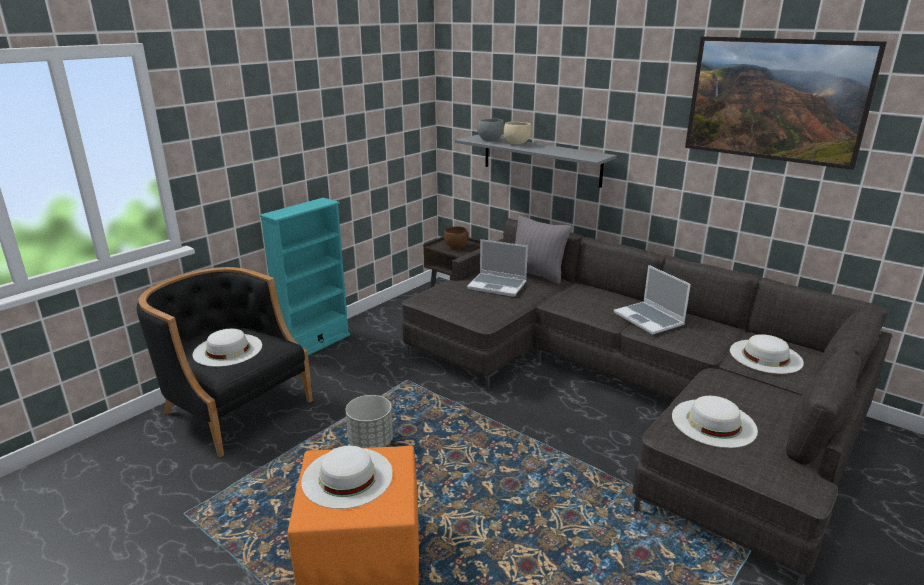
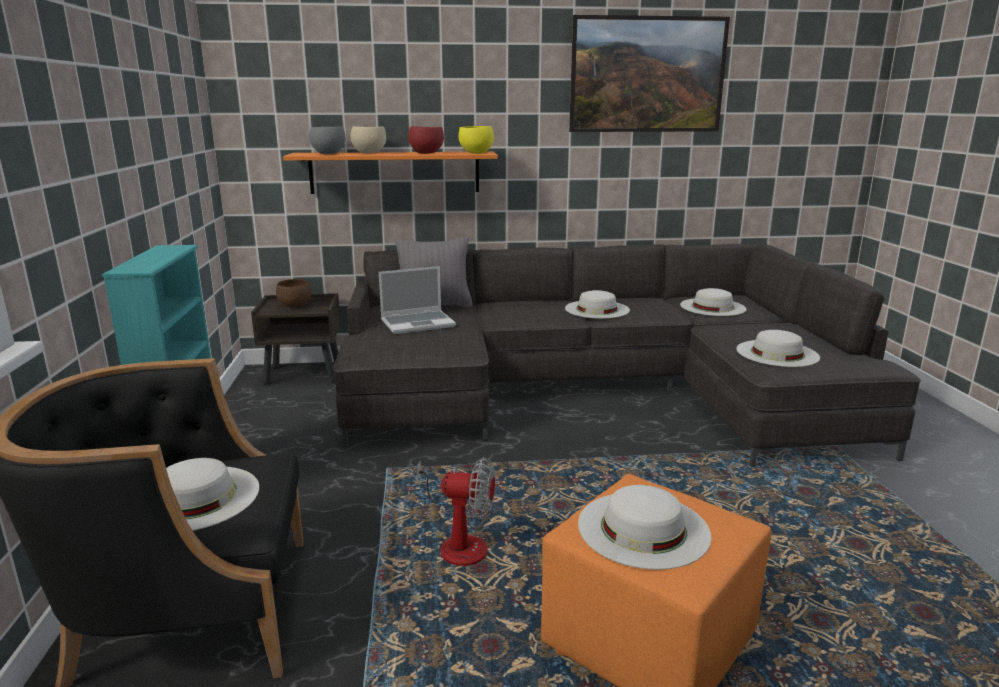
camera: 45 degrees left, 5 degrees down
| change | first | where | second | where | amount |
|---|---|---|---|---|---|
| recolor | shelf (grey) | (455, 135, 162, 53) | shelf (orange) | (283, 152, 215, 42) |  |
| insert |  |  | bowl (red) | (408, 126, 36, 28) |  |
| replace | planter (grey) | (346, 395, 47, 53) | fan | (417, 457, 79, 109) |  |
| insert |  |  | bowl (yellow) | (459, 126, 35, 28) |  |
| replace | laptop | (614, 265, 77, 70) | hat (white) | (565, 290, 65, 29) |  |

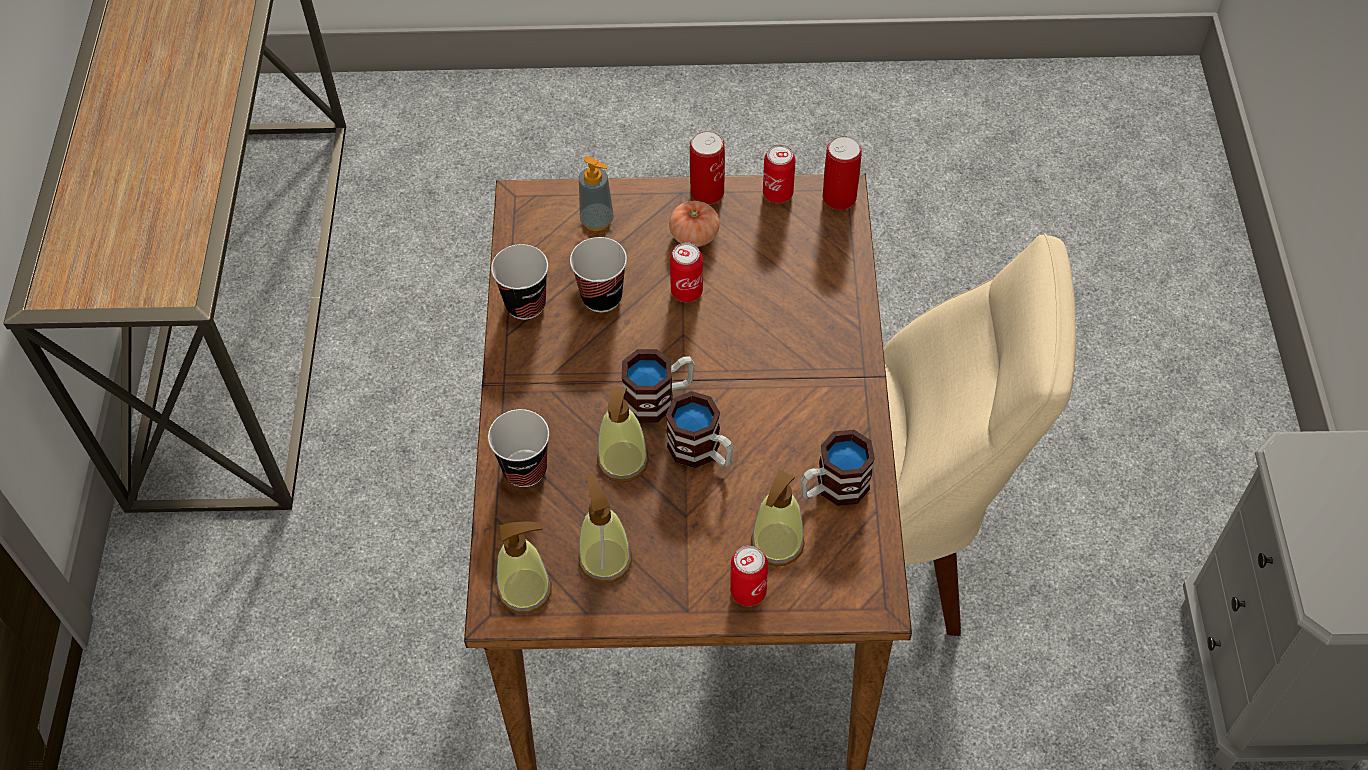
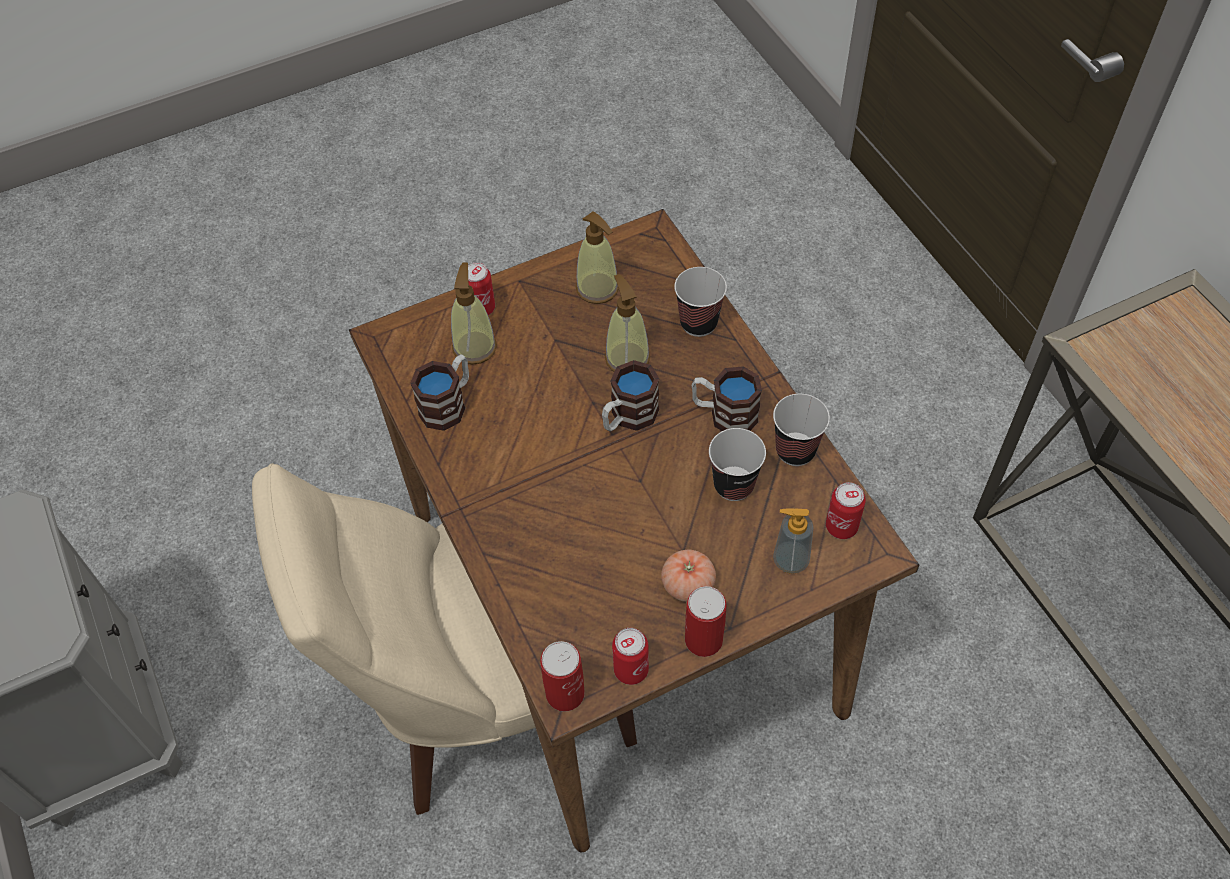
camera: 155 degrees right, 0 degrees up
| change | first | where | second | where | amount |
|---|---|---|---|---|---|
| move | mug | (666, 391, 67, 77) |  | (692, 366, 70, 65) |  |
| move | can | (670, 242, 33, 60) |  | (826, 482, 40, 57) |  |
| delete | soap dispenser | (497, 521, 55, 93) |  |  |  |

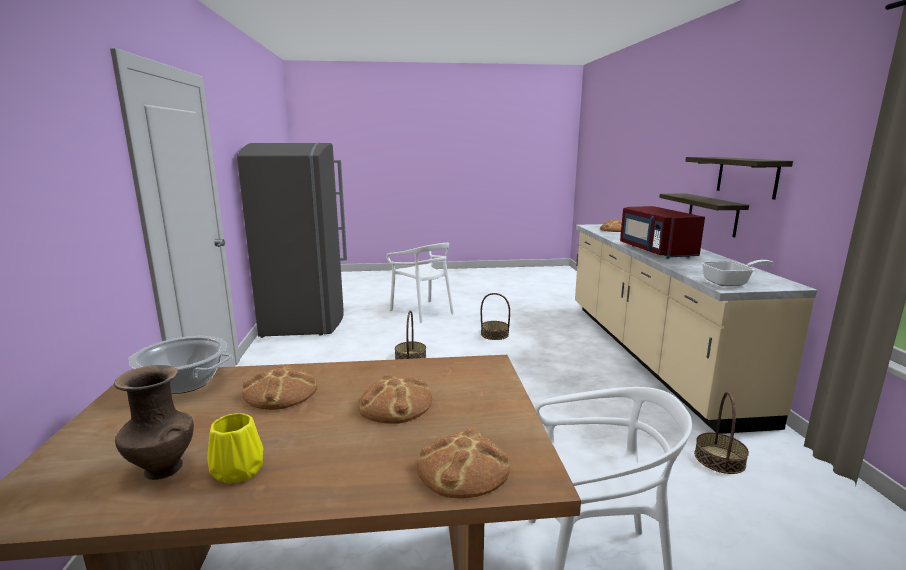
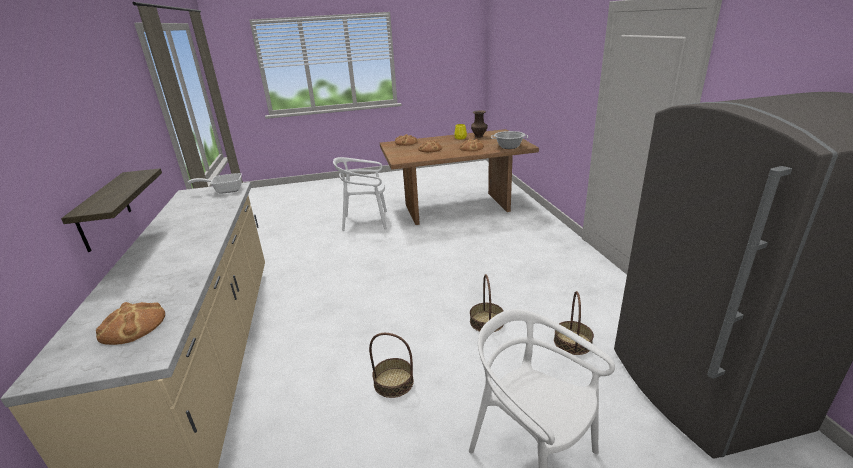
camera: 175 degrees right, 10 degrees up
| change | first | where | second | where | amount |
|---|---|---|---|---|---|
| move | basket | (694, 392, 55, 82) |  | (554, 291, 40, 64) |  |
| delete | microwave (red) | (620, 206, 85, 53) |  |  |  |
| delete | shelf | (685, 157, 108, 42) |  |  |  |

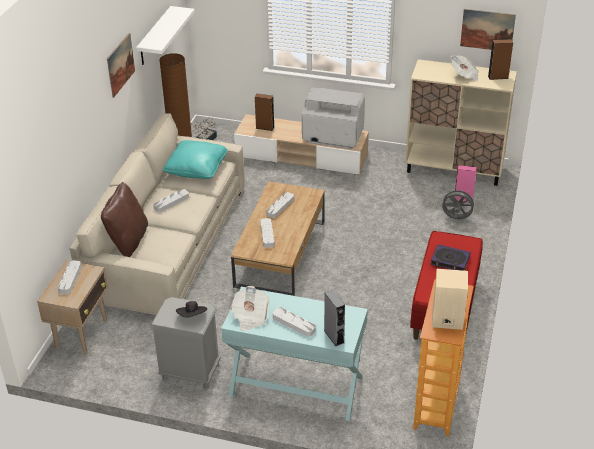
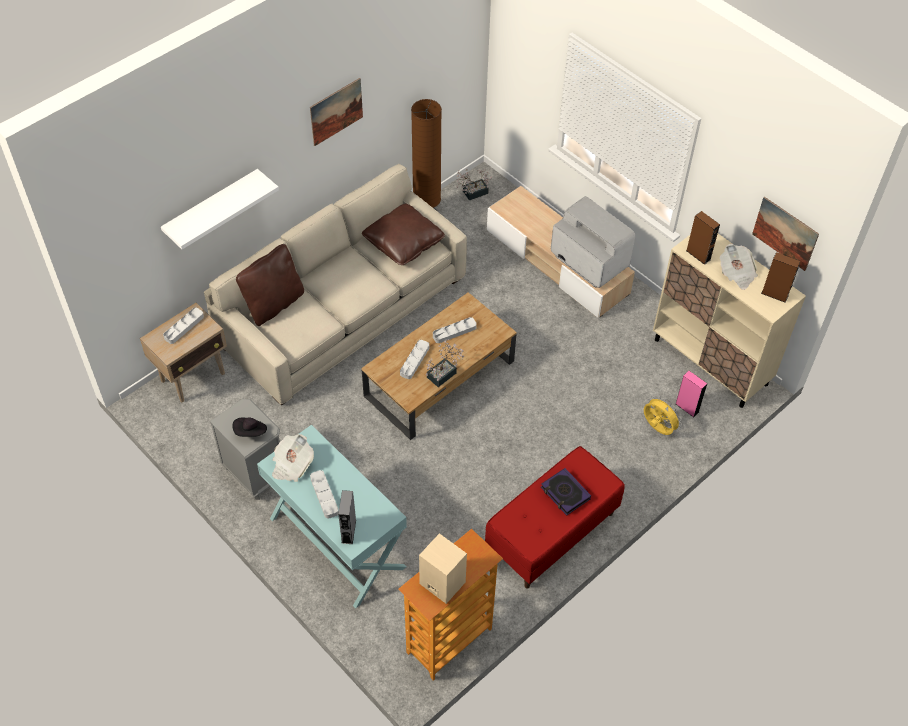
camera: 30 degrees right, 15 degrees up
| change | first | where | second | where | amount |
|---|---|---|---|---|---|
| move | shelf (white) | (136, 6, 59, 59) |  | (161, 169, 118, 80) |  |
| recolor | pillow (turquoise) | (163, 140, 65, 39) | pillow (brown) | (362, 204, 83, 61) |  |
| insert |  |  | potted plant | (426, 339, 38, 48) |  |
| recolor | fan (grey) | (441, 188, 35, 31) | fan (yellow) | (644, 396, 38, 39) |  |
| move | speaker (brown) | (255, 94, 20, 37) |  | (686, 211, 34, 54) |  |
| delete | tray (grey) | (153, 189, 36, 23) |  |  |  |

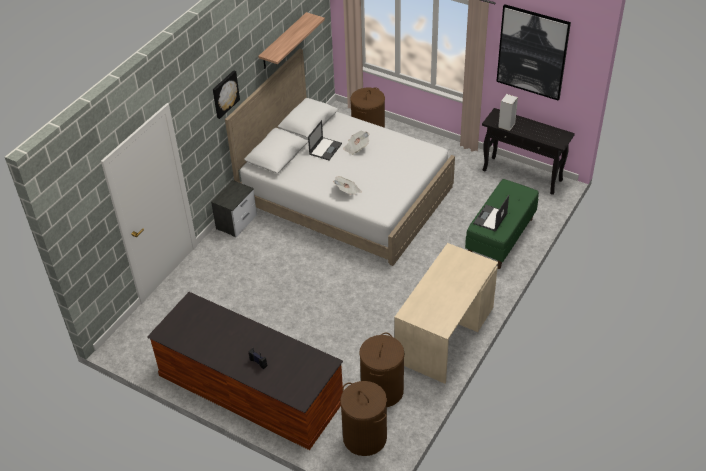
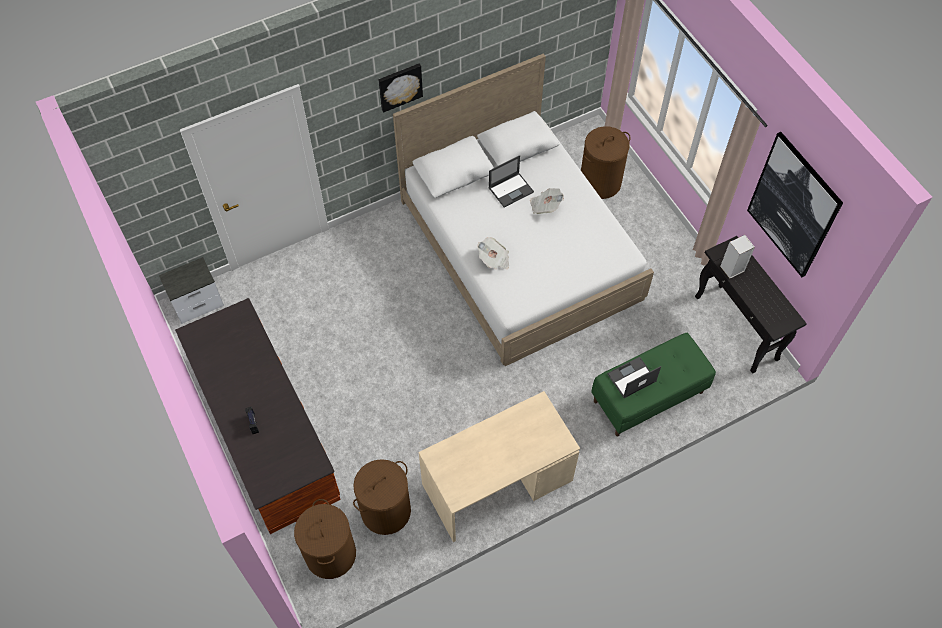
camera: 30 degrees right, 15 degrees up
| change | first | where | second | where | amount |
|---|---|---|---|---|---|
| move | nightstand | (211, 180, 46, 57) |  | (159, 257, 65, 67) |  |
| delete | shelf | (258, 12, 67, 57) |  |  |  |

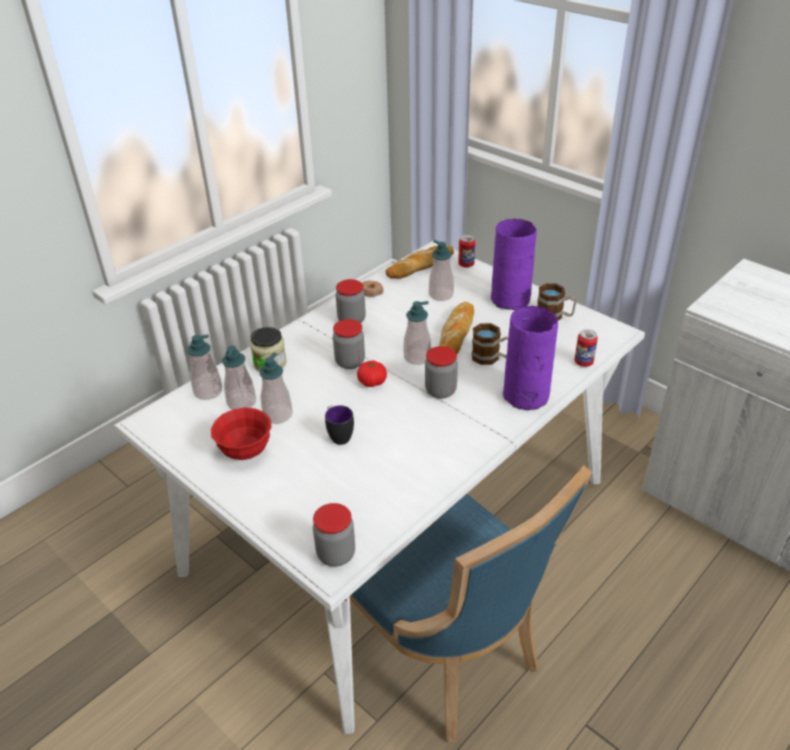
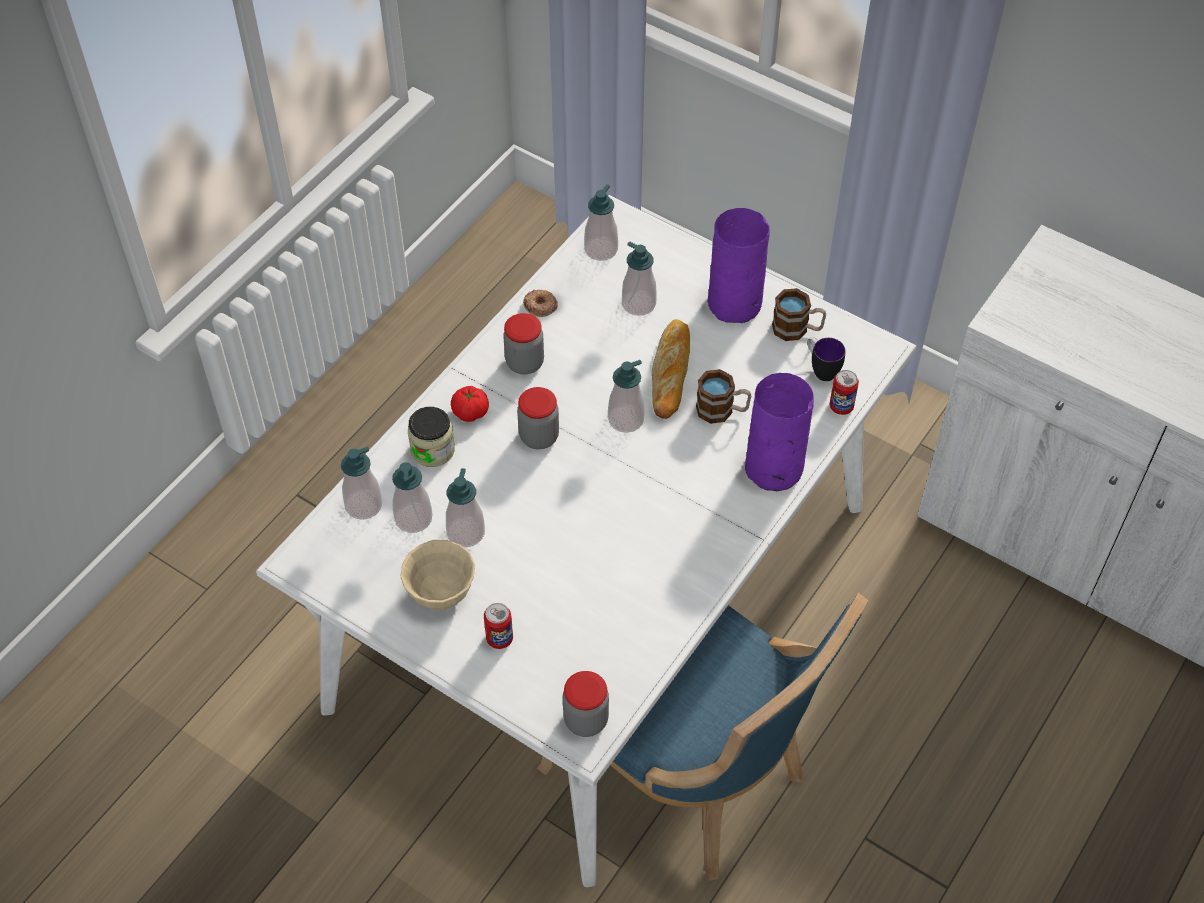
camera: 10 degrees left, 15 degrees up
| change | first | where | second | where | amount |
|---|---|---|---|---|---|
| recolor | bowl (red) | (211, 407, 61, 53) | bowl (beige) | (400, 540, 75, 70) |  |
| move | tomato | (357, 361, 30, 26) |  | (451, 386, 38, 36) |  |
| move | can | (458, 235, 17, 33) |  | (484, 603, 29, 46) |  |
| replace | bread | (386, 245, 68, 34) | soap dispenser | (584, 184, 34, 77) |  |
| move | mug | (325, 405, 29, 40) |  | (807, 337, 39, 44) |  |
| delete | jar | (425, 346, 33, 53) |  |  |  |

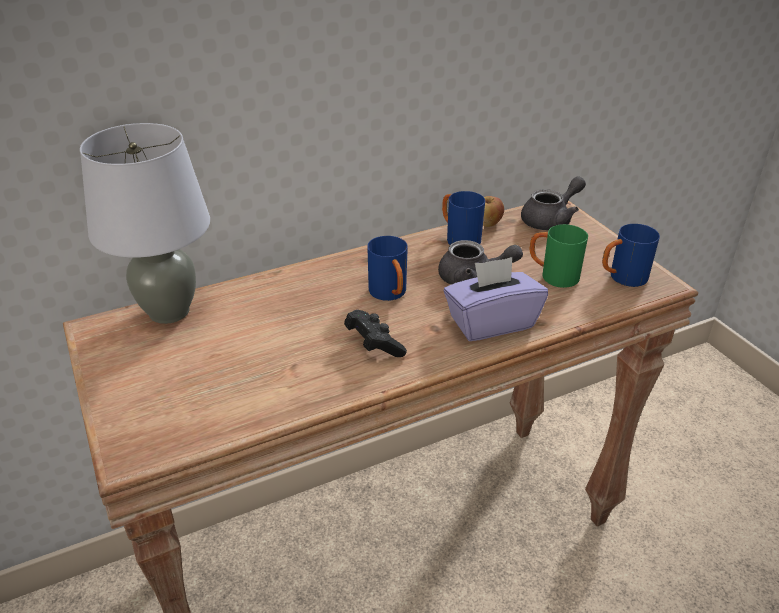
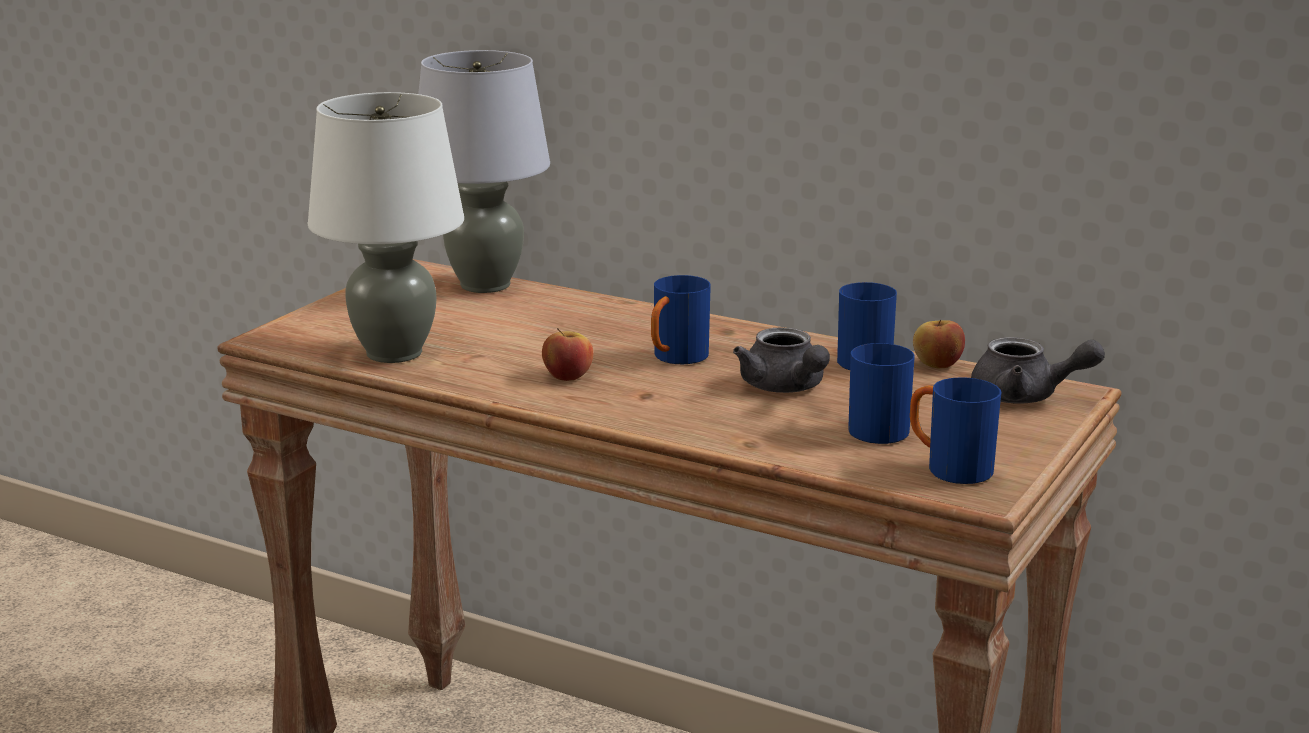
camera: 55 degrees right, 15 degrees down
| change | first | where | second | where | amount |
|---|---|---|---|---|---|
| insert |  |  | table lamp (white) | (308, 92, 156, 271) |  |
| replace | game controller (black) | (344, 310, 63, 47) | apple | (542, 328, 52, 53) |  |
| recolor | mug (green) | (529, 224, 59, 64) | mug (blue) | (848, 343, 67, 101) |  |
| delete | tissue box (purple) | (444, 257, 104, 84) |  |  |  |

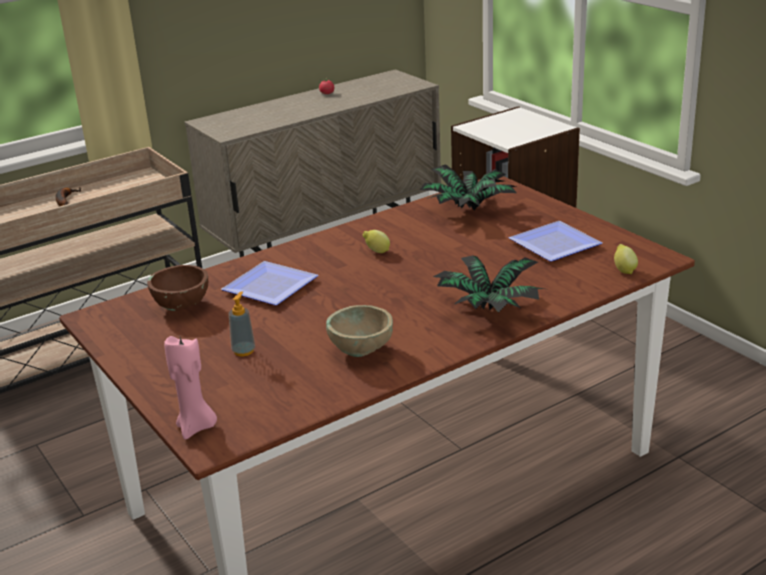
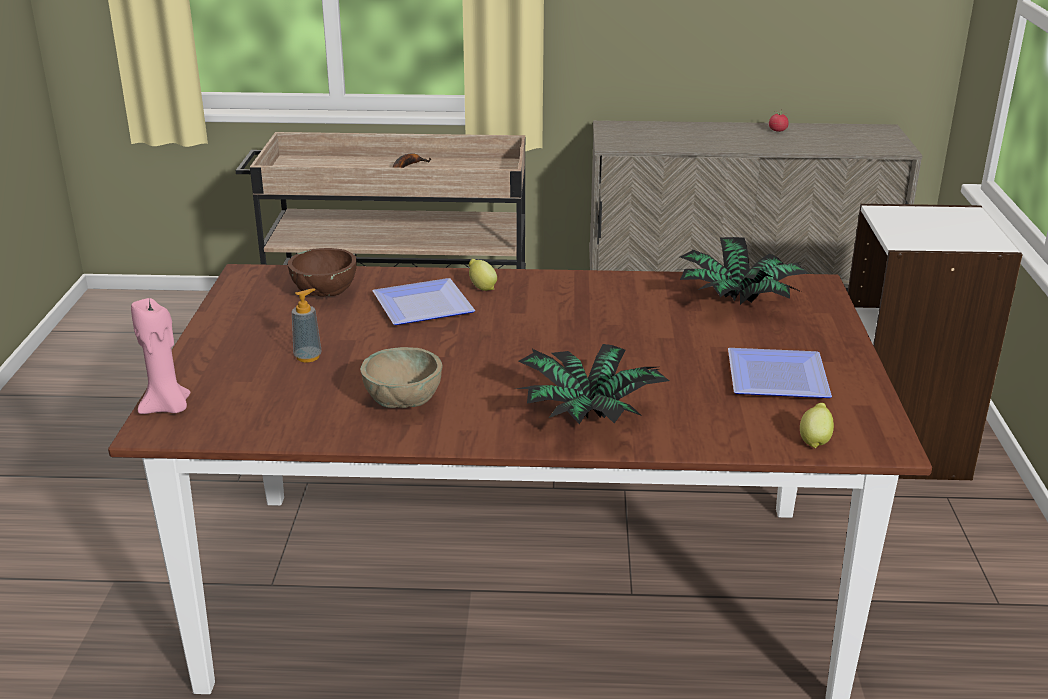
camera: 35 degrees right, 0 degrees up
| change | first | where | second | where | amount |
|---|---|---|---|---|---|
| move | lemon | (363, 230, 27, 23) |  | (469, 259, 28, 32) |  |

